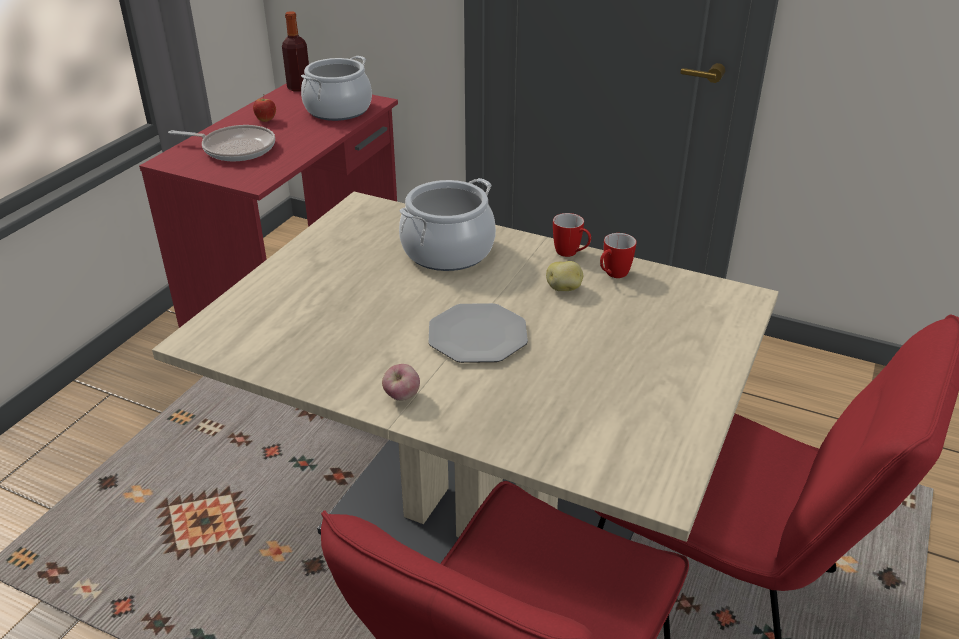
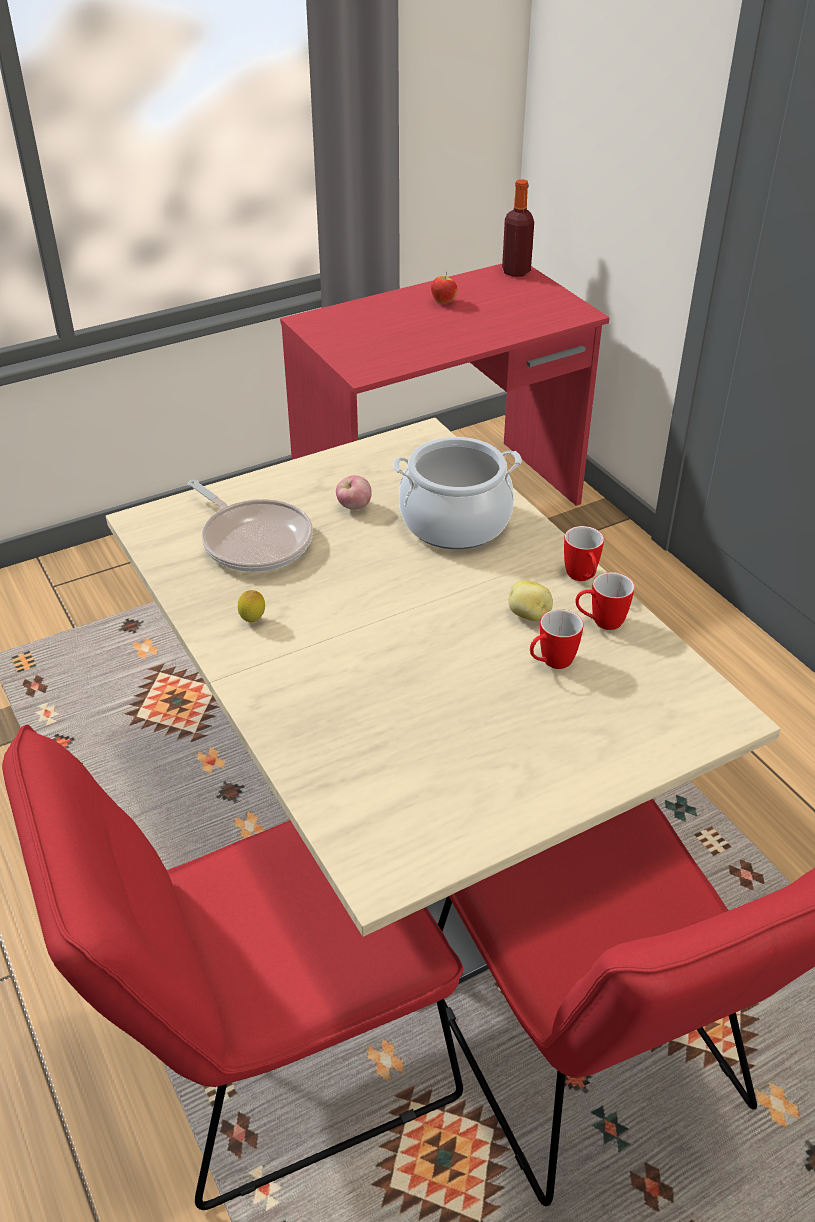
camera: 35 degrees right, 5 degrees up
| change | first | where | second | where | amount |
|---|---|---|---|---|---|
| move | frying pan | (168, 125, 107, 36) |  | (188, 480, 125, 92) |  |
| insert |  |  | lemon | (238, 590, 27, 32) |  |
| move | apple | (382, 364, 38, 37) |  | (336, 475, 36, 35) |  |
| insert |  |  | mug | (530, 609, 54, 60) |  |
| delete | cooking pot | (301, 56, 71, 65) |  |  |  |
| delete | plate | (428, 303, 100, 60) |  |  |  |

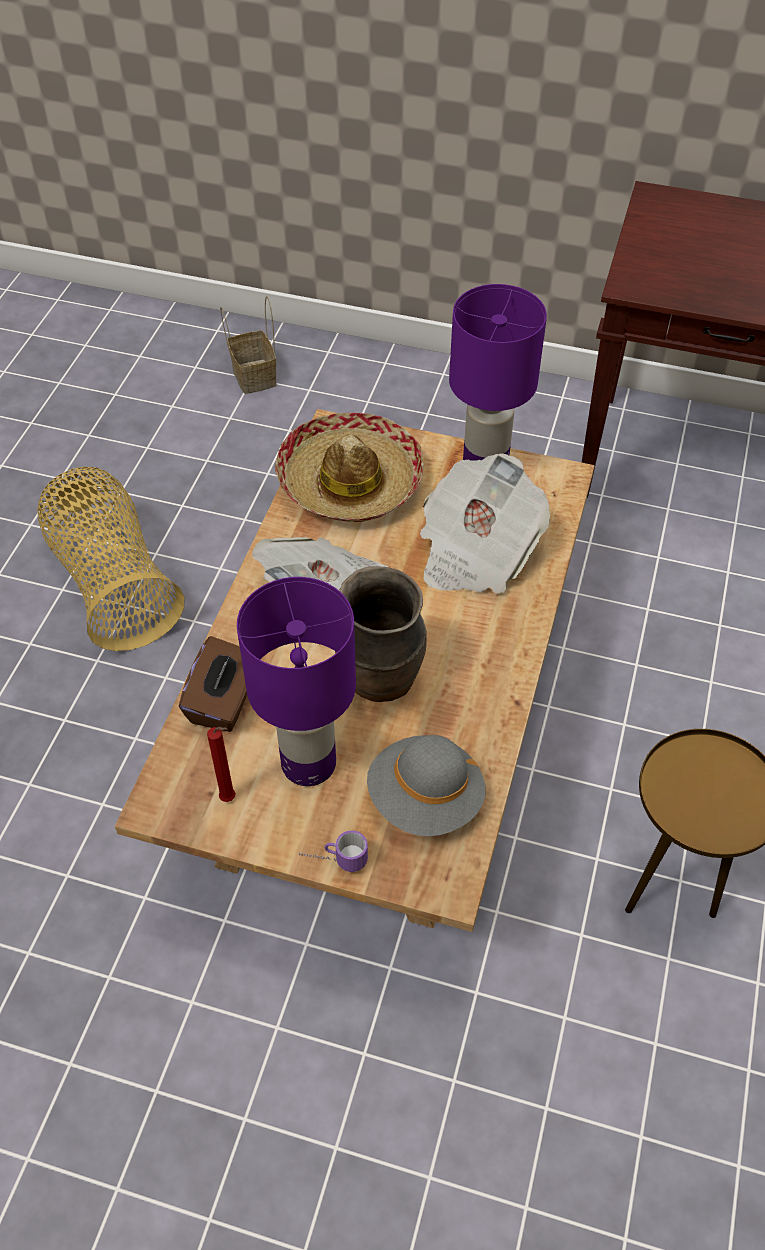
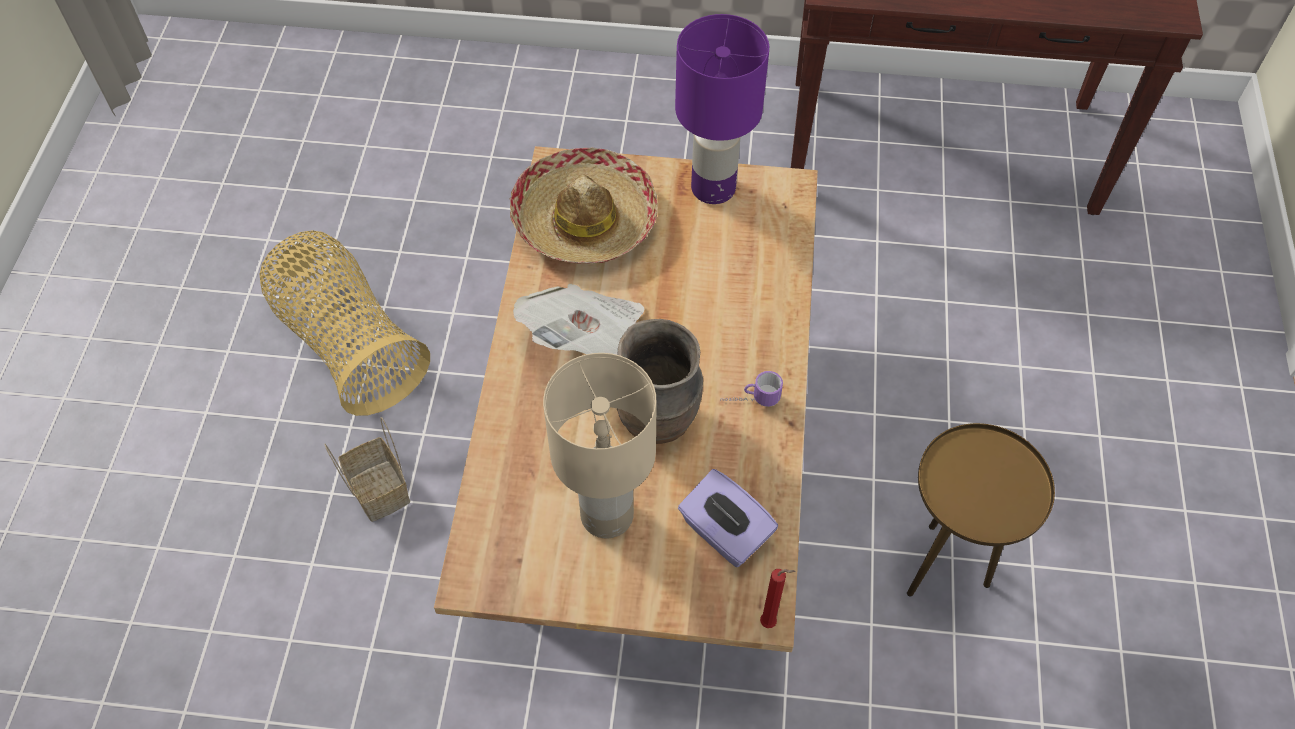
camera: 10 degrees left, 5 degrees up
| change | first | where | second | where | amount |
|---|---|---|---|---|---|
| move | basket | (220, 296, 57, 98) |  | (325, 417, 85, 105) |  |
| recolor | table lamp (purple) | (237, 577, 119, 209) | table lamp (beige) | (543, 353, 114, 186) |  |
| replace | hat (grey) | (367, 735, 119, 101) | tissue box (purple) | (678, 469, 100, 98) |  |
| move | mug | (299, 830, 69, 42) |  | (720, 371, 63, 36) |  |
| move | candle (red) | (207, 727, 29, 75) |  | (760, 569, 35, 59) |  |
| delete | tissue box (brown) | (179, 636, 68, 96) |  |  |  |
| delete | newspaper | (420, 453, 130, 141) |  |  |  |

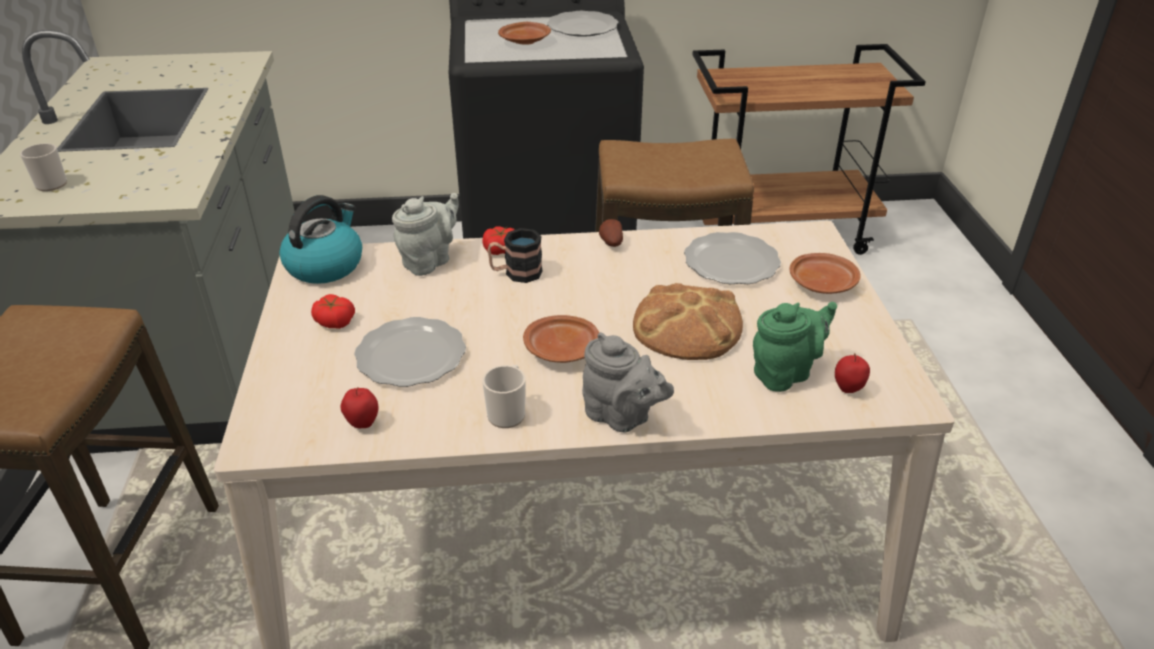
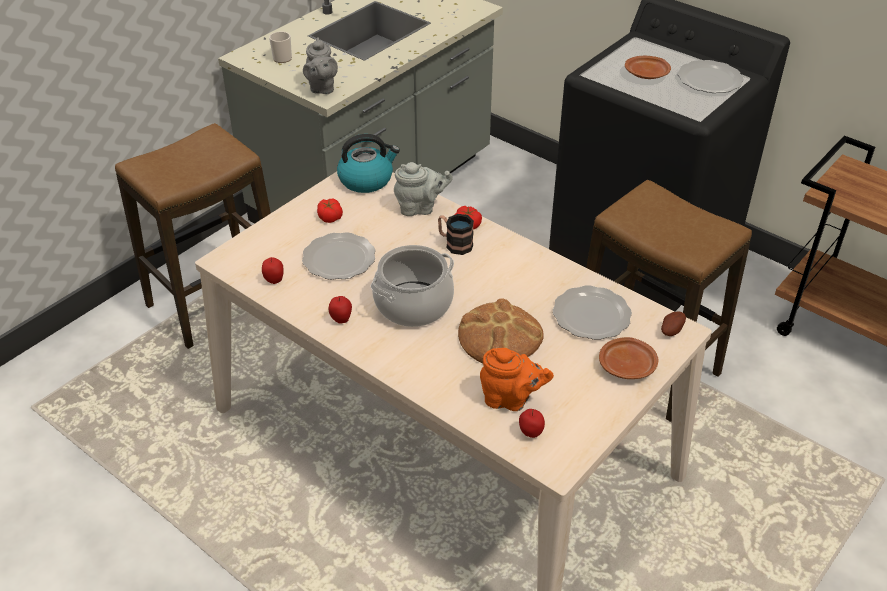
camera: 45 degrees right, 5 degrees up
| change | first | where | second | where | amount |
|---|---|---|---|---|---|
| move | teapot (grey) | (582, 332, 92, 100) |  | (303, 37, 35, 57) |  |
| replace | mug | (482, 365, 44, 63) | apple | (329, 296, 23, 28) |  |
| replace | plate (brown) | (523, 315, 76, 48) | cooking pot | (370, 245, 84, 82) |  |
| recolor | teapot (green) | (753, 302, 84, 90) | teapot (orange) | (480, 348, 74, 63) |  |
| move | potato | (599, 219, 24, 28) |  | (661, 311, 25, 25) |  |

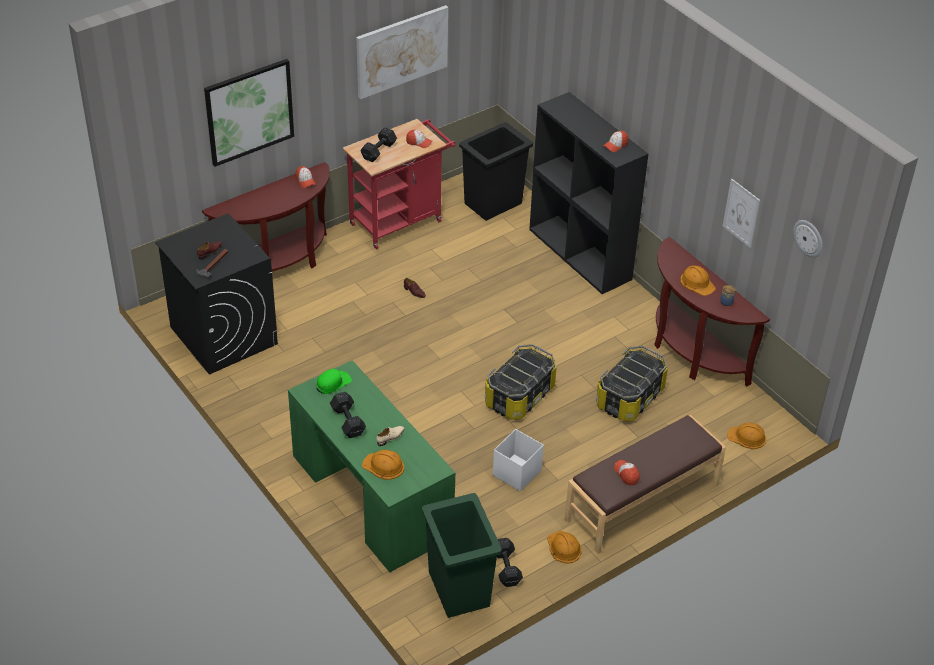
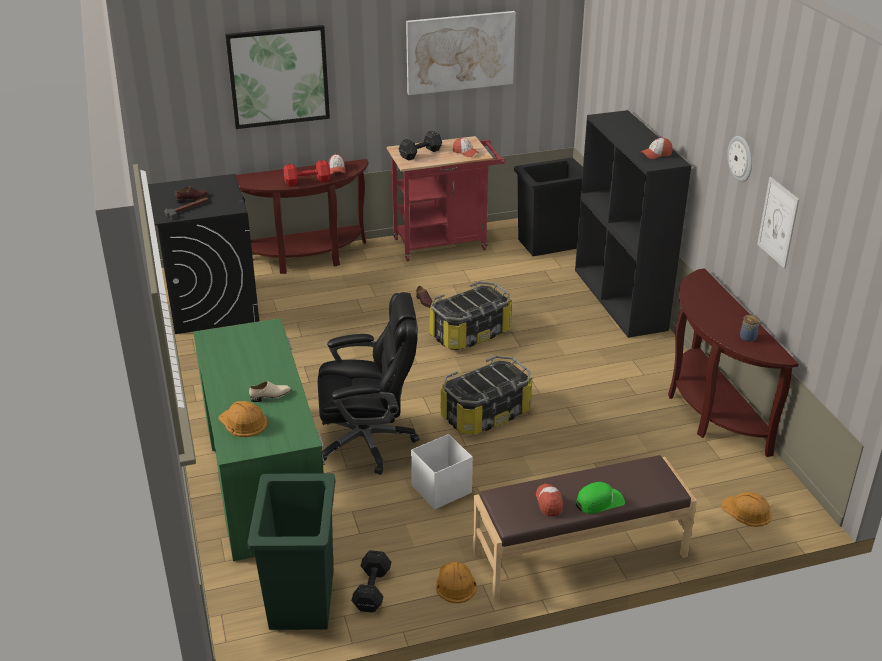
camera: 20 degrees right, 10 degrees down
| change | first | where | second | where | amount |
|---|---|---|---|---|---|
| insert |  |  | dumbbell (red) | (283, 160, 47, 26) |  |
| insert |  |  | office chair (black) | (318, 292, 101, 183) |  |
| move | storage box | (596, 346, 72, 75) |  | (429, 281, 83, 69) |  |
| move | cap (green) | (316, 369, 36, 25) |  | (576, 482, 49, 32) |  |
| move | wall clock | (793, 220, 30, 37) |  | (727, 136, 25, 46) |  |
| delete | dumbbell (black) | (330, 392, 36, 46) |  |  |  |
| delete | hard hat (orange) | (680, 265, 36, 31) |  |  |  |

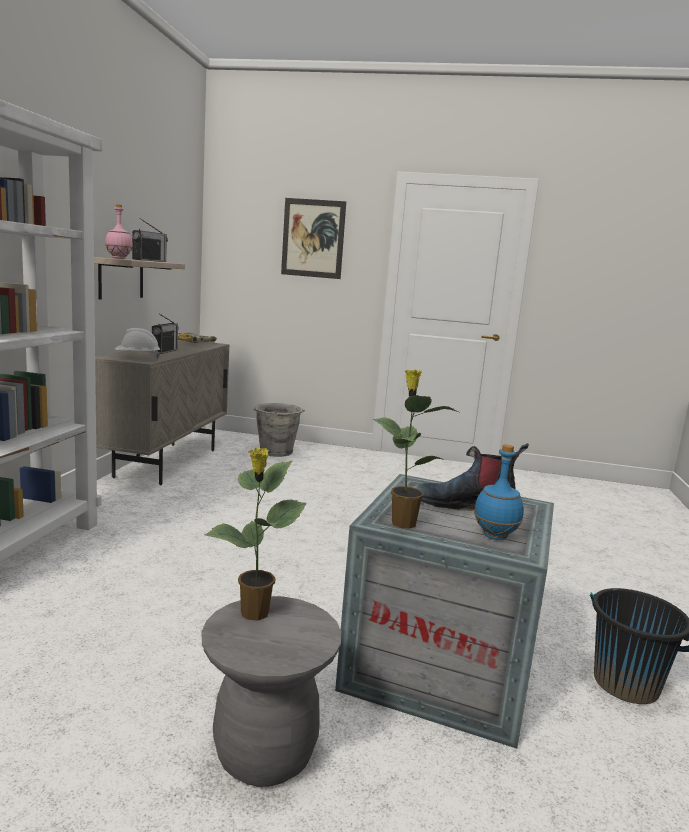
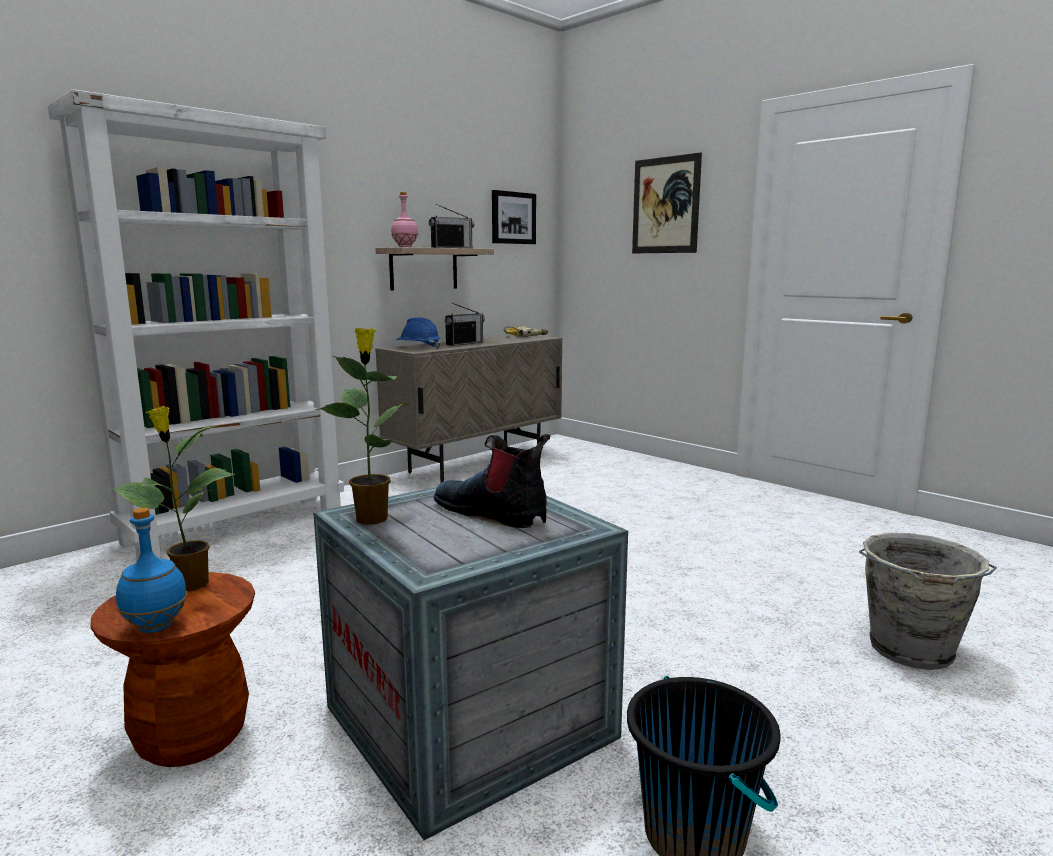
camera: 35 degrees right, 0 degrees up
| change | first | where | second | where | amount |
|---|---|---|---|---|---|
| recolor | stool (grey) | (201, 596, 140, 191) | stool (brown) | (90, 572, 165, 195) |  |
| move | bottle (blue) | (474, 444, 50, 96) |  | (116, 508, 71, 125) |  |
| recolor | hard hat (white) | (115, 328, 46, 30) | hard hat (blue) | (396, 317, 45, 32) |  |
| insert |  |  | picture | (492, 190, 44, 54) |  |
| move | bucket (grey) | (253, 403, 52, 54) |  | (859, 533, 138, 137) |  |

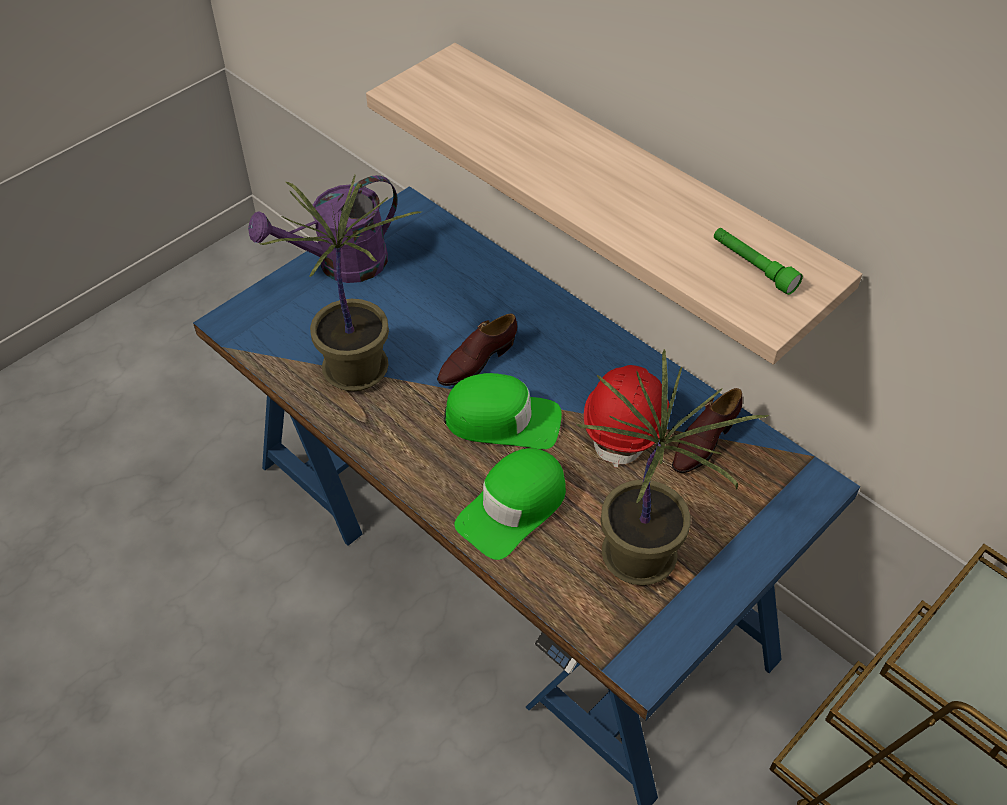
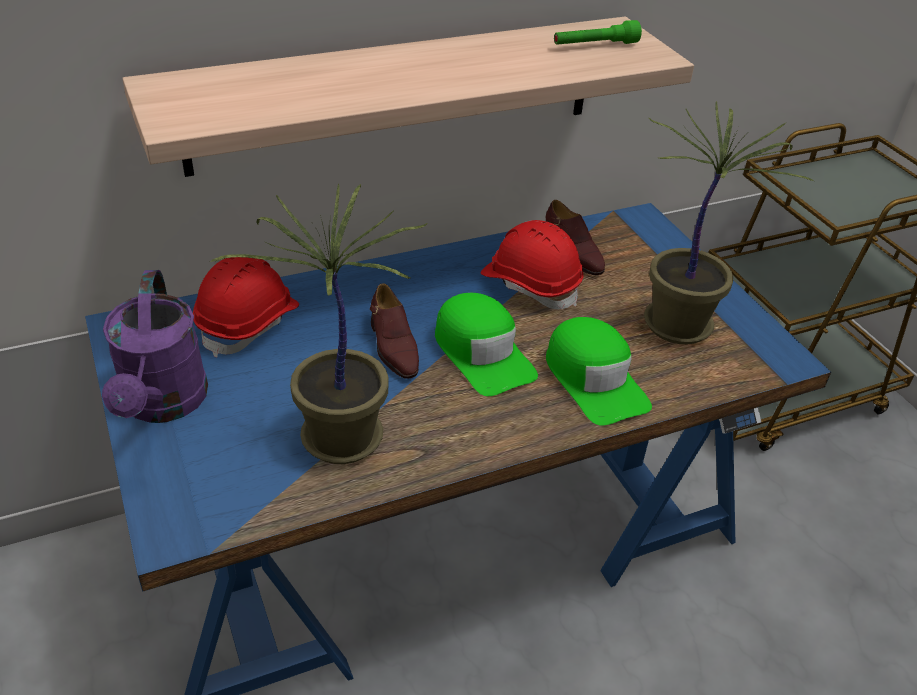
camera: 70 degrees left, 10 degrees down
| change | first | where | second | where | amount |
|---|---|---|---|---|---|
| insert |  |  | hard hat (red) | (193, 257, 106, 100) |  |
| rotate | cap (green) | (444, 373, 118, 76) |  | (435, 293, 103, 103) | 120 degrees clockwise |

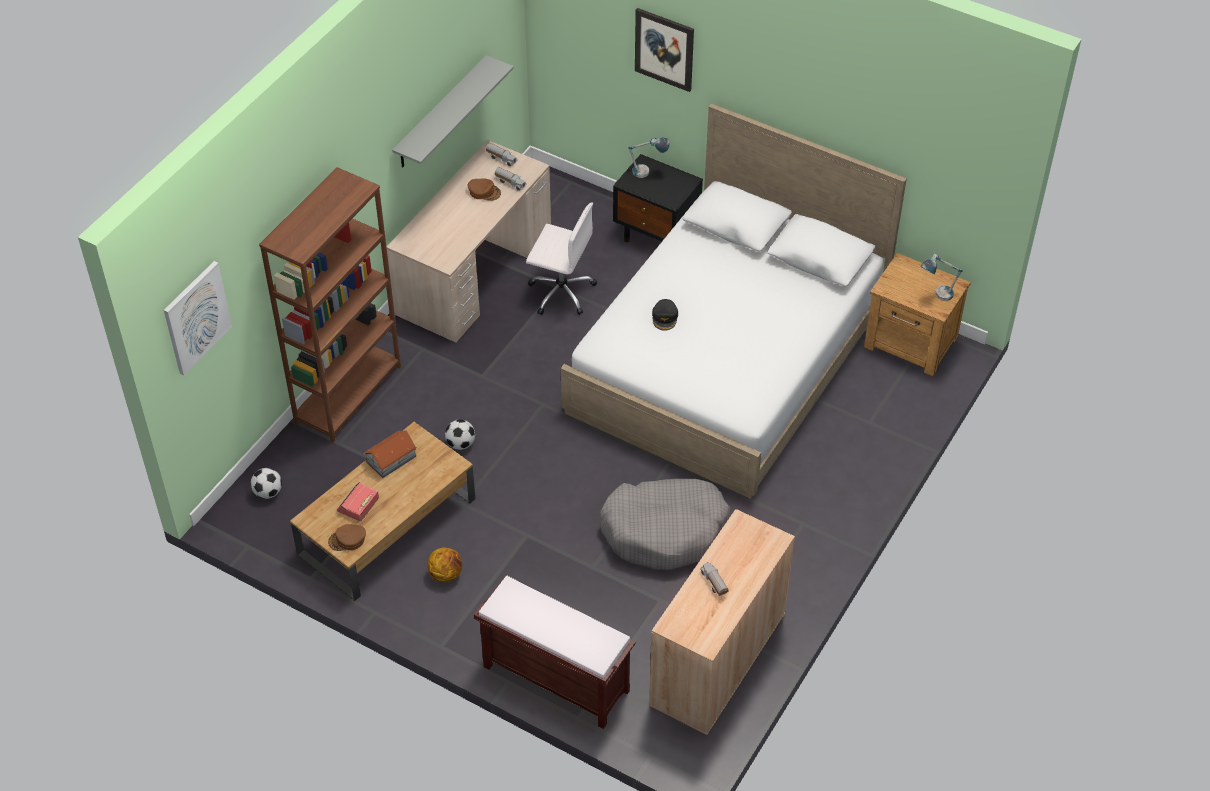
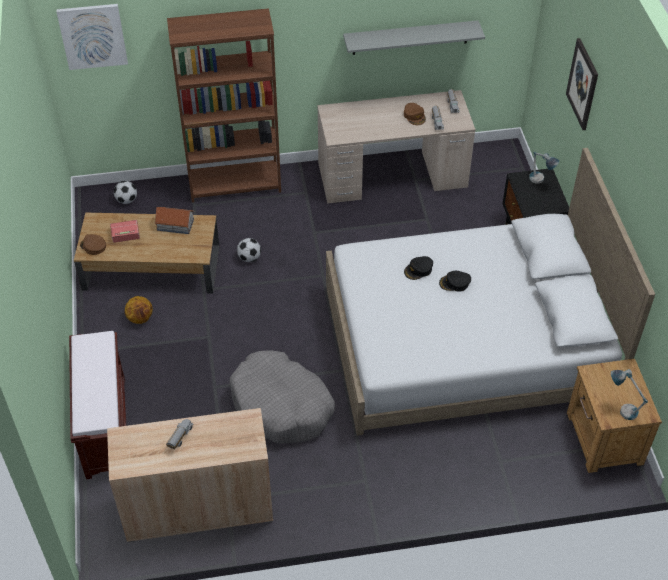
camera: 50 degrees right, 0 degrees up
| change | first | where | second | where | amount |
|---|---|---|---|---|---|
| insert |  |  | cap (black) | (439, 271, 32, 21) |  |
| delete | office chair (white) | (526, 203, 71, 112) |  |  |  |

